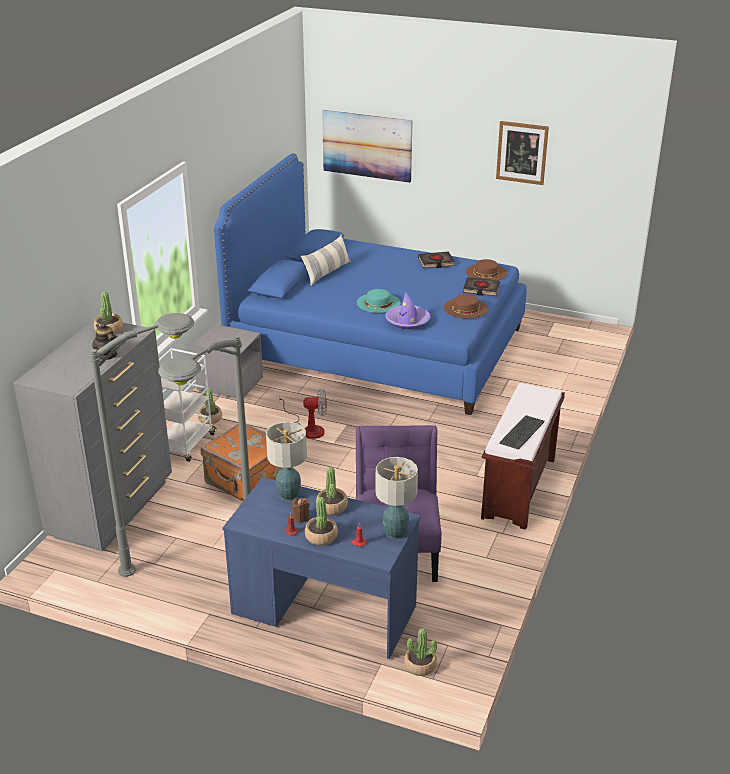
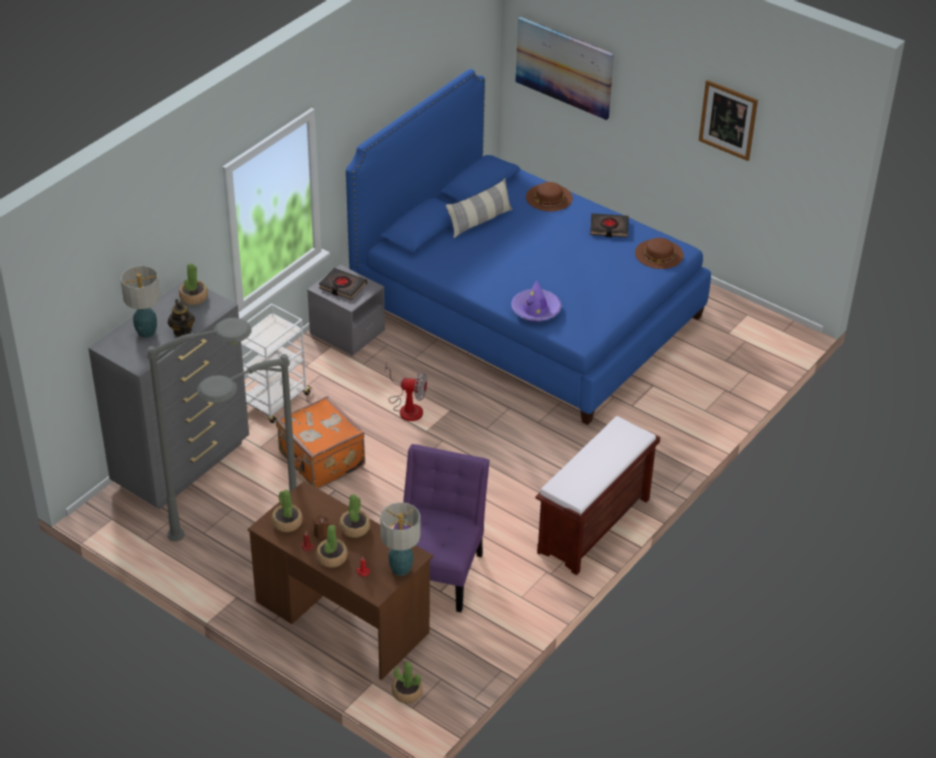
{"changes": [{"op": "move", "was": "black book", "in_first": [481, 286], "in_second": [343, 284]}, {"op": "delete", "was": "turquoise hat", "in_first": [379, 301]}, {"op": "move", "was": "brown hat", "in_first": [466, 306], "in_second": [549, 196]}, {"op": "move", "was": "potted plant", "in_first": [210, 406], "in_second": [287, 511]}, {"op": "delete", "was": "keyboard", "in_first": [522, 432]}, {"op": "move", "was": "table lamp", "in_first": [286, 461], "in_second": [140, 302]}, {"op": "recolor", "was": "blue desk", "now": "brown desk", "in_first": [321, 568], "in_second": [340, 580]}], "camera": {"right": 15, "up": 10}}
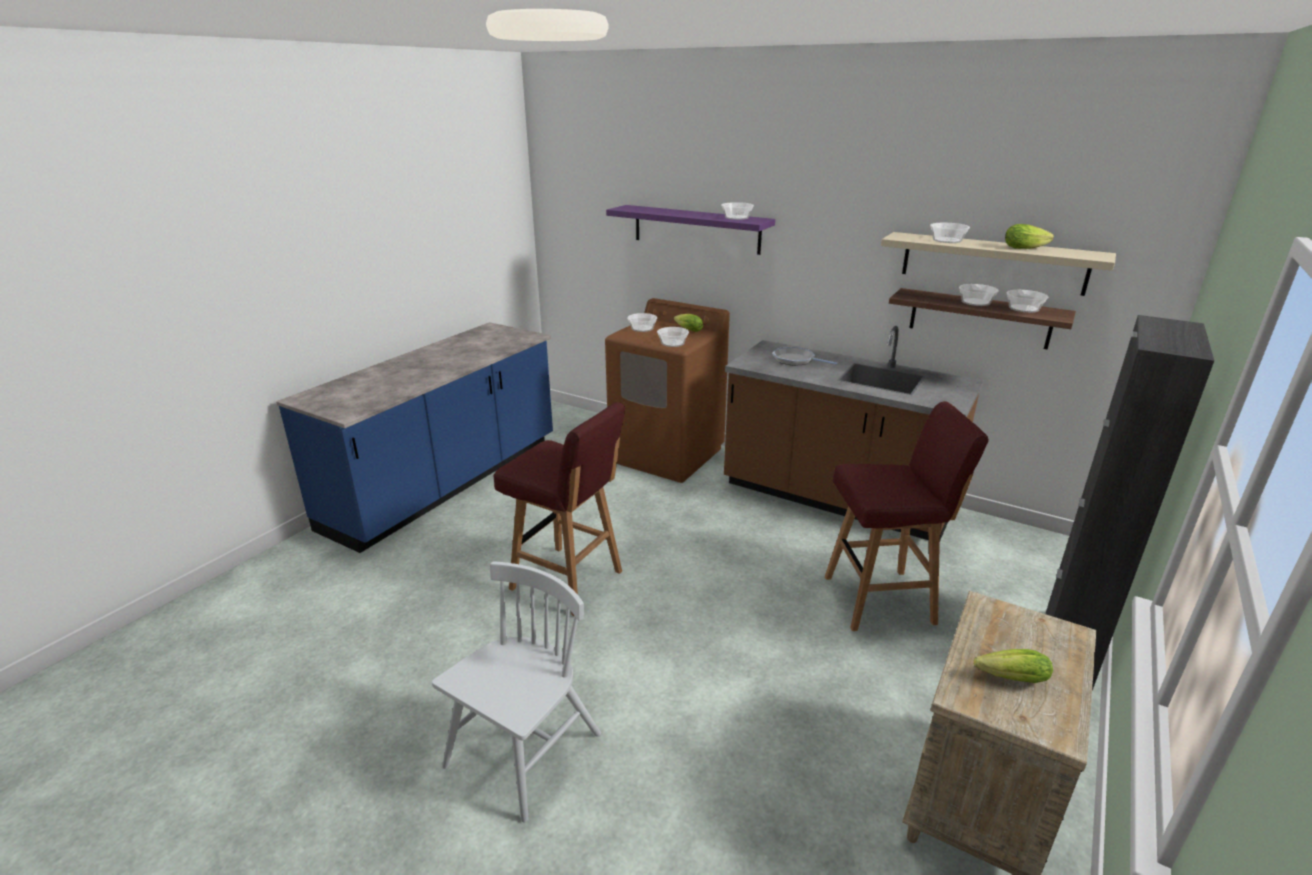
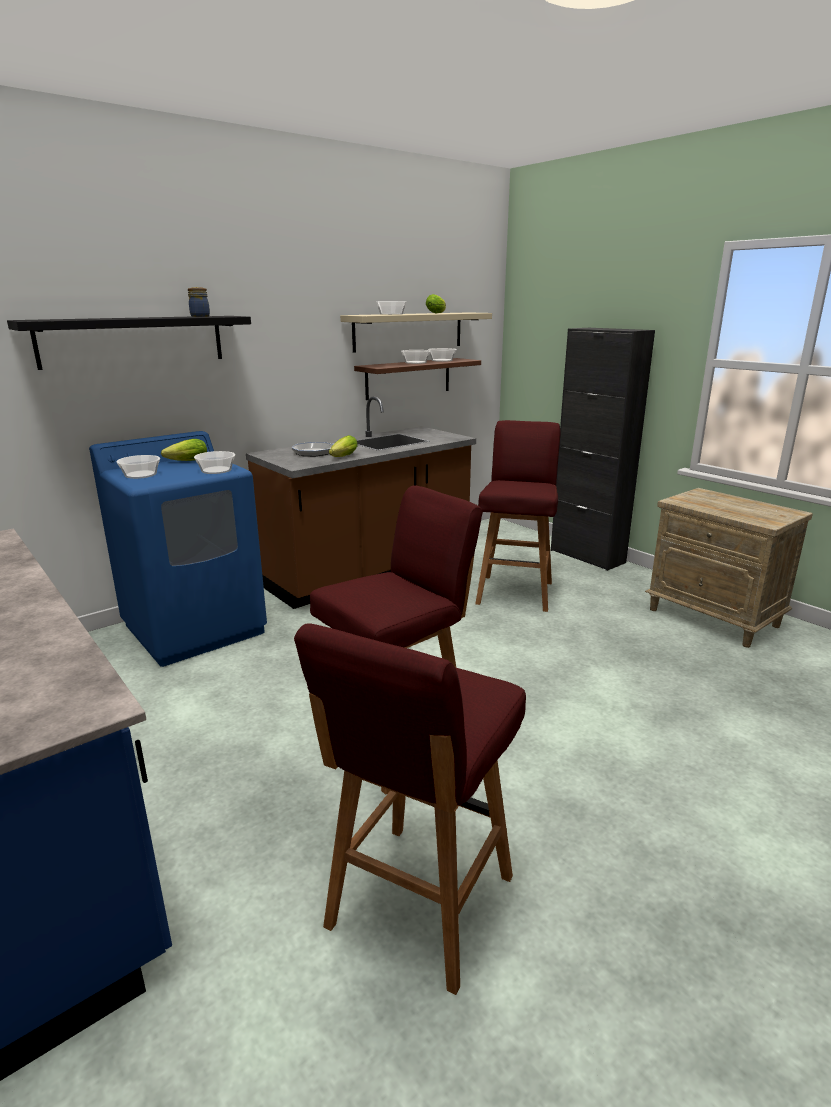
{"changes": [{"op": "replace", "was": "bowl", "now": "jar", "in_first": [737, 211], "in_second": [199, 302]}, {"op": "recolor", "was": "purple shelf", "now": "black shelf", "in_first": [690, 230], "in_second": [129, 343]}, {"op": "recolor", "was": "brown washing machine", "now": "blue washing machine", "in_first": [667, 390], "in_second": [178, 549]}, {"op": "delete", "was": "white chair", "in_first": [516, 692]}, {"op": "move", "was": "lettuce", "in_first": [1013, 666], "in_second": [343, 446]}, {"op": "insert", "now": "red stool", "in_second": [410, 809]}], "camera": {"right": -70, "up": -5}}
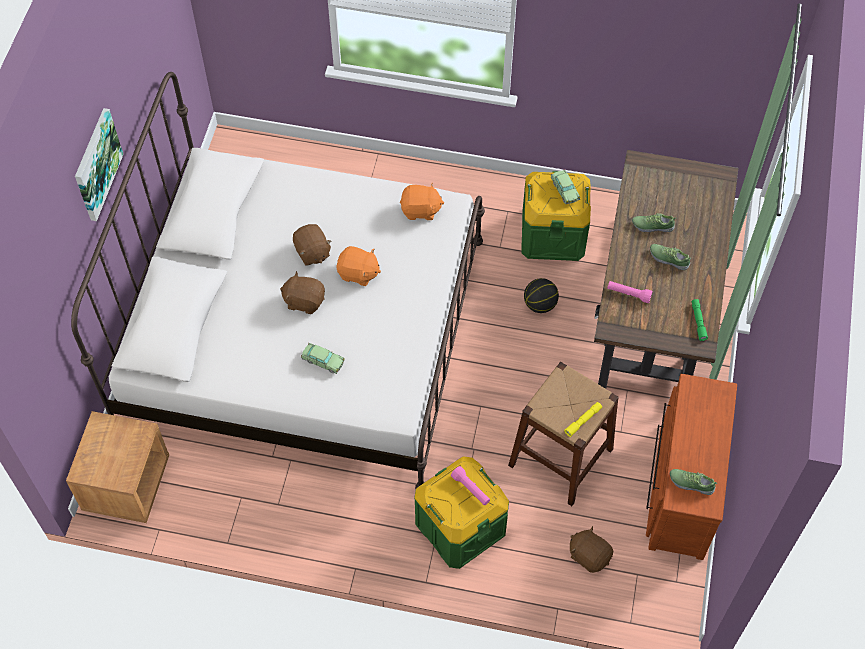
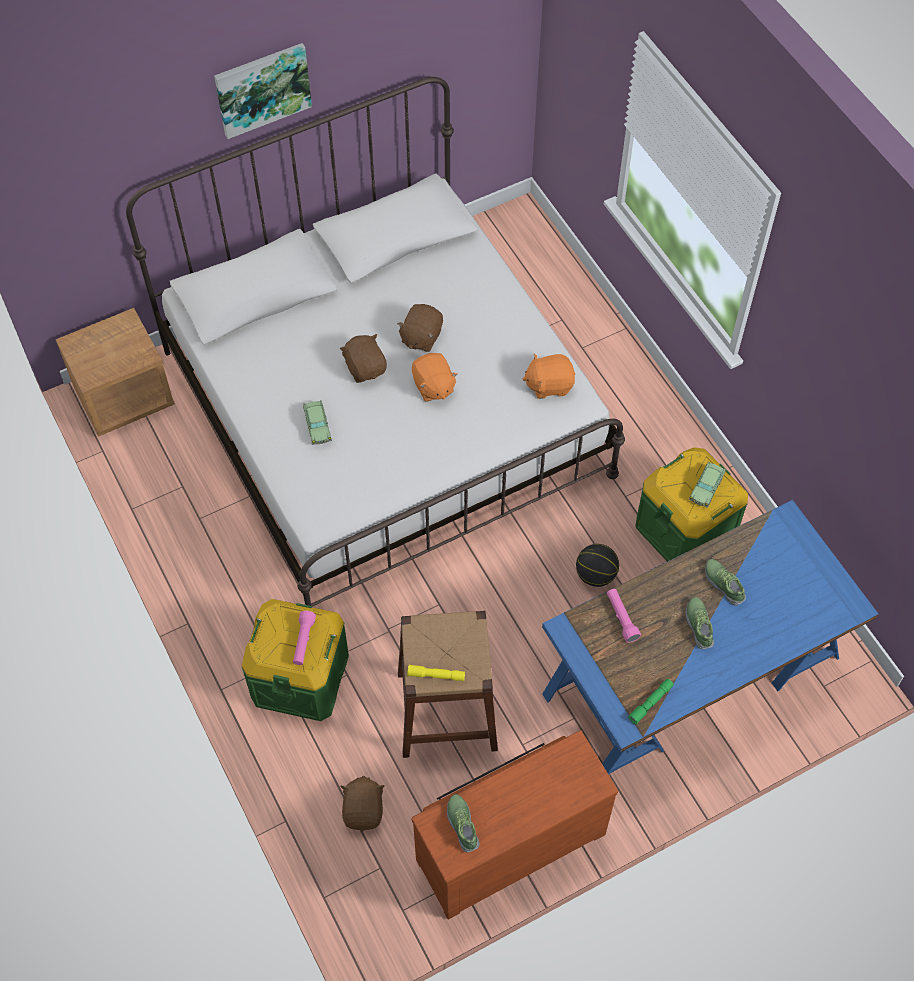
{"changes": [{"op": "recolor", "was": "brown desk", "now": "blue desk", "in_first": [666, 269], "in_second": [710, 637]}, {"op": "rotate", "was": "orange plush toy", "in_first": [422, 201], "in_second": [548, 376], "clockwise": 120}], "camera": {"right": 50, "up": 0}}
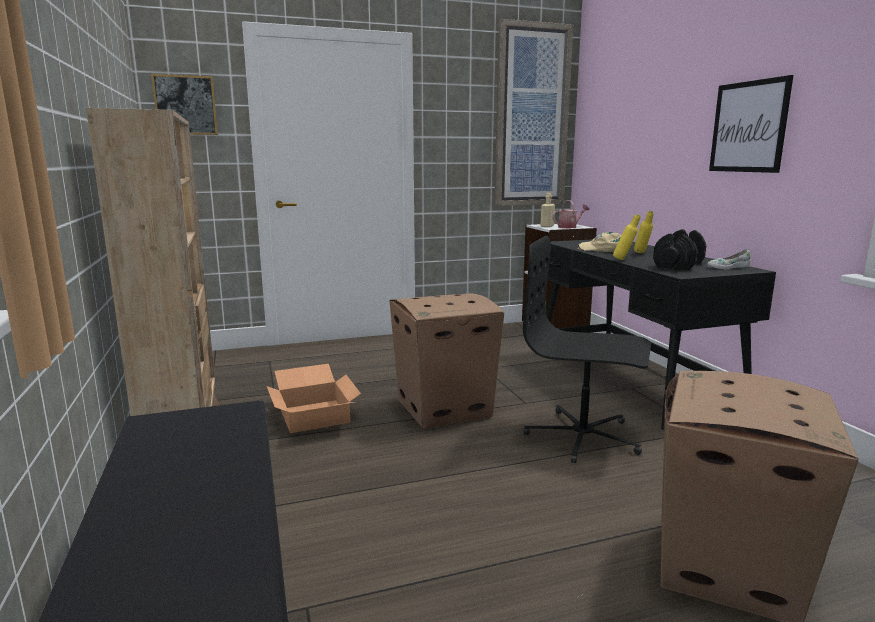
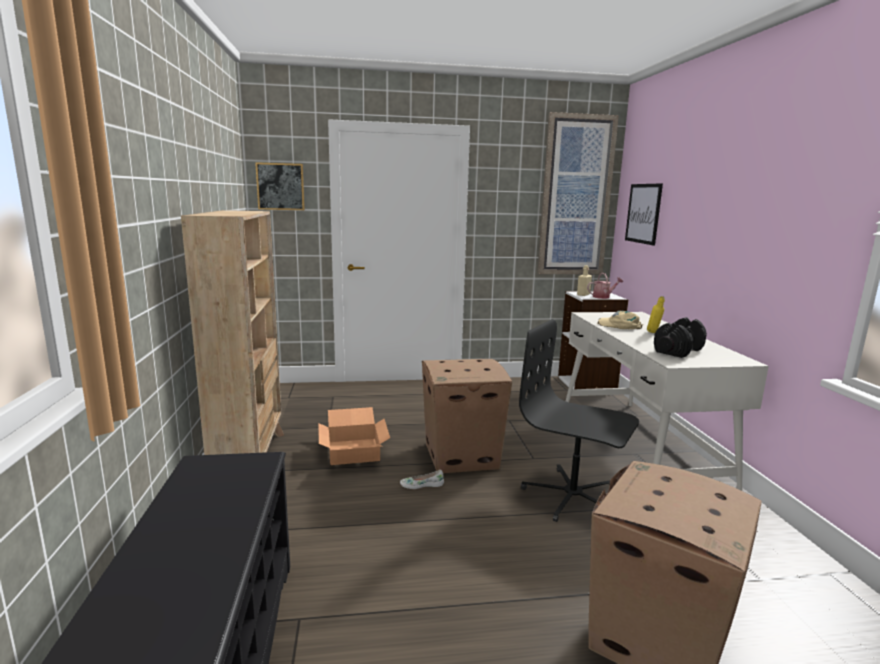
{"changes": [{"op": "move", "was": "picture", "in_first": [751, 124], "in_second": [644, 214]}, {"op": "delete", "was": "yellow bottle", "in_first": [627, 237]}, {"op": "recolor", "was": "black desk", "now": "white desk", "in_first": [661, 334], "in_second": [667, 401]}, {"op": "move", "was": "white shoe", "in_first": [729, 259], "in_second": [422, 479]}], "camera": {"right": 10, "up": 0}}
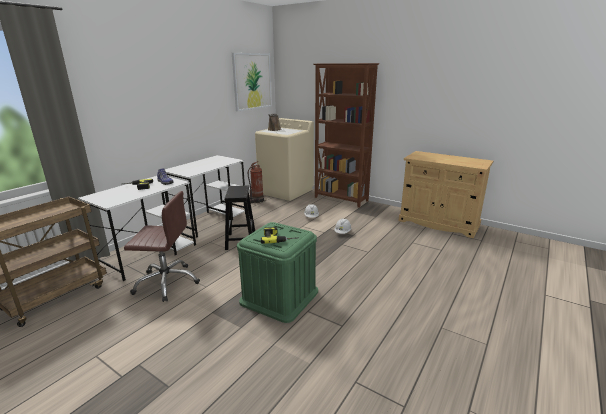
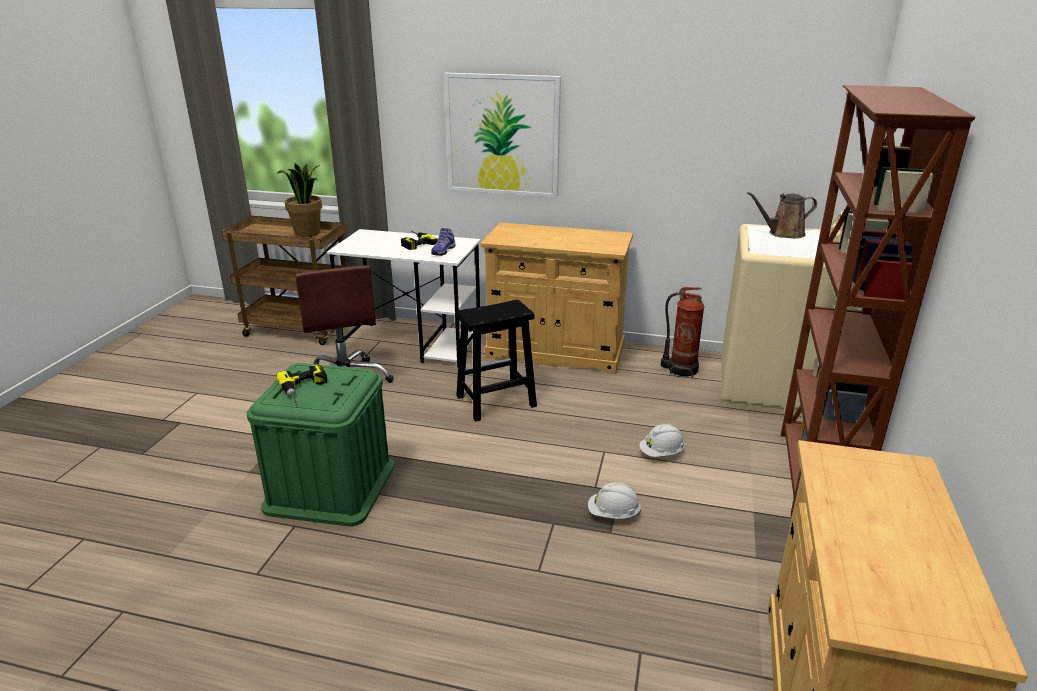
{"changes": [{"op": "move", "was": "picture", "in_first": [252, 82], "in_second": [502, 135]}, {"op": "replace", "was": "white desk", "now": "beige cabinet", "in_first": [205, 196], "in_second": [557, 298]}, {"op": "insert", "now": "potted plant", "in_second": [299, 200]}], "camera": {"right": 70, "up": 5}}
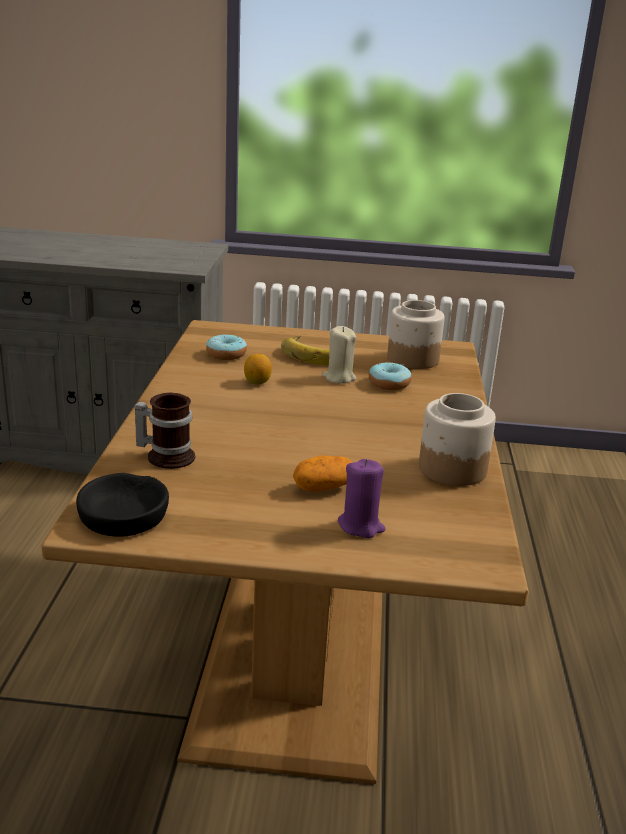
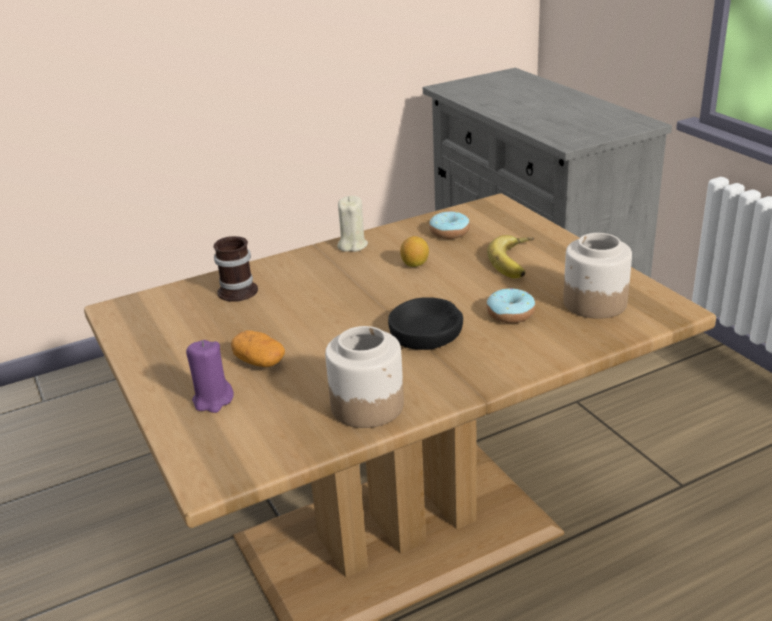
{"changes": [{"op": "move", "was": "beige candle", "in_first": [339, 354], "in_second": [352, 224]}, {"op": "move", "was": "black bowl", "in_first": [122, 505], "in_second": [425, 323]}], "camera": {"right": 60, "up": 5}}
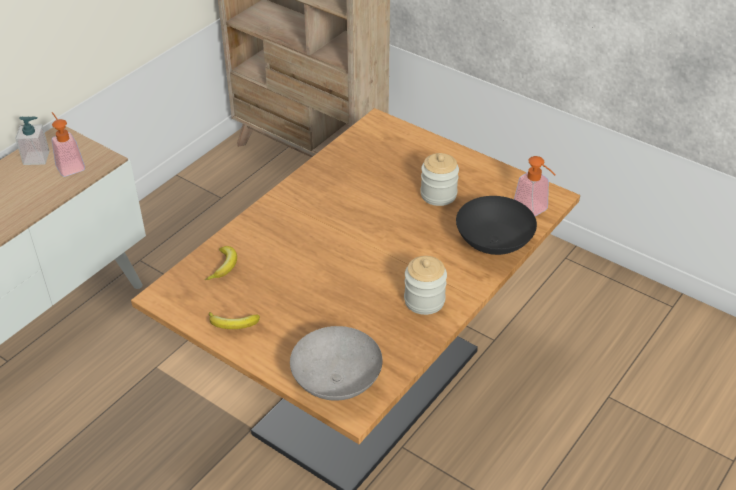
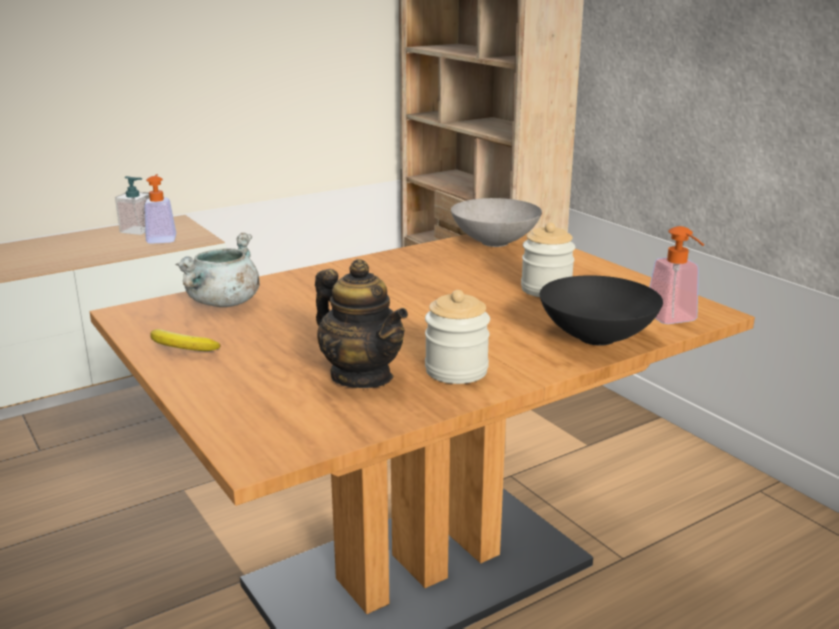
{"changes": [{"op": "replace", "was": "banana", "now": "grey cooking pot", "in_first": [221, 263], "in_second": [217, 270]}, {"op": "move", "was": "grey bowl", "in_first": [336, 363], "in_second": [496, 222]}, {"op": "insert", "now": "teapot", "in_second": [361, 323]}], "camera": {"right": 20, "up": -20}}
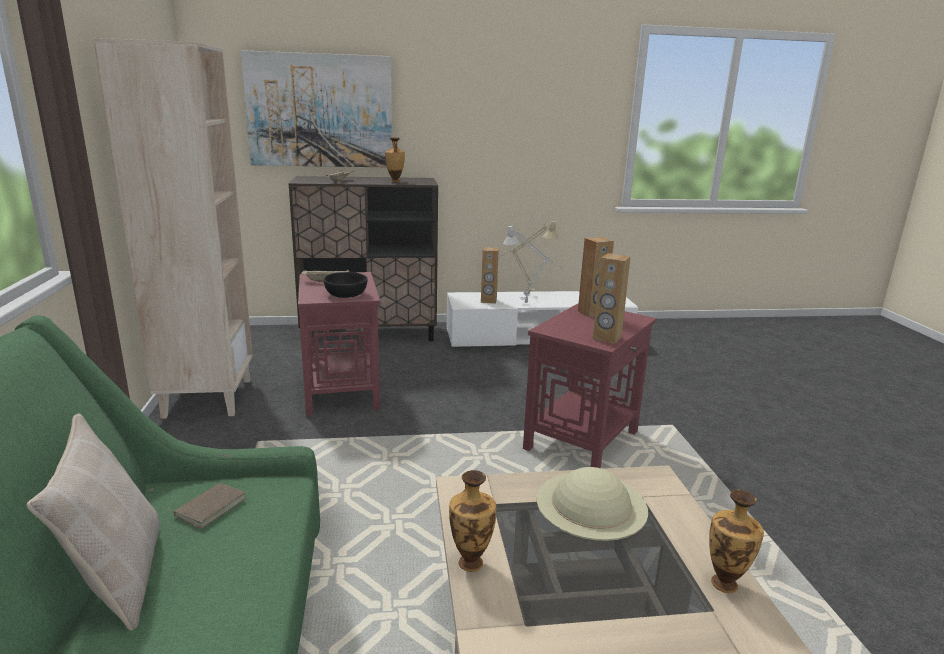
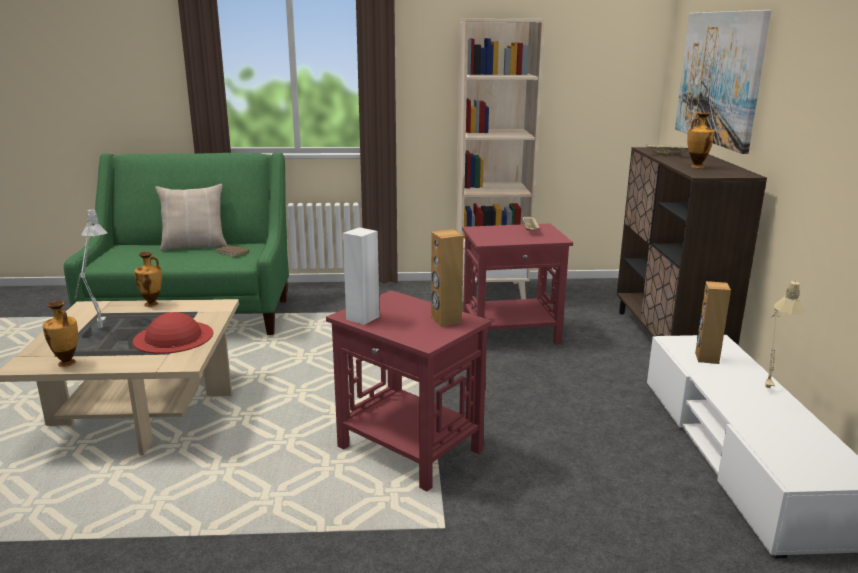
{"changes": [{"op": "move", "was": "grey table lamp", "in_first": [532, 264], "in_second": [91, 269]}, {"op": "recolor", "was": "brown speaker", "now": "white speaker", "in_first": [611, 298], "in_second": [361, 276]}, {"op": "delete", "was": "black bowl", "in_first": [346, 285]}, {"op": "recolor", "was": "beige hat", "now": "red hat", "in_first": [592, 504], "in_second": [173, 333]}], "camera": {"right": 95, "up": 0}}
